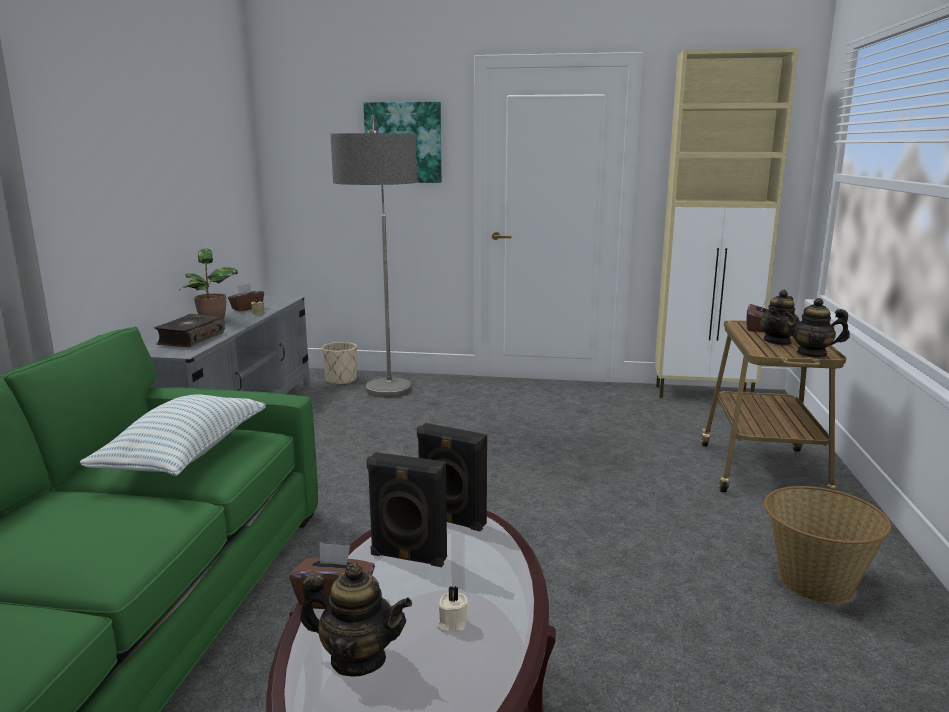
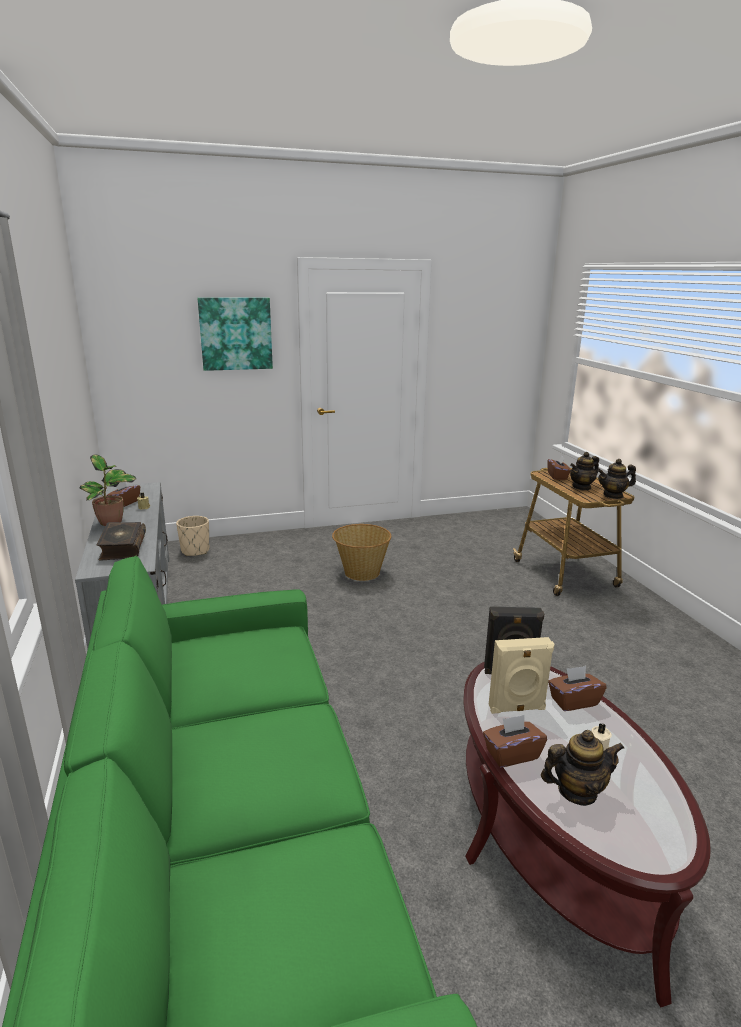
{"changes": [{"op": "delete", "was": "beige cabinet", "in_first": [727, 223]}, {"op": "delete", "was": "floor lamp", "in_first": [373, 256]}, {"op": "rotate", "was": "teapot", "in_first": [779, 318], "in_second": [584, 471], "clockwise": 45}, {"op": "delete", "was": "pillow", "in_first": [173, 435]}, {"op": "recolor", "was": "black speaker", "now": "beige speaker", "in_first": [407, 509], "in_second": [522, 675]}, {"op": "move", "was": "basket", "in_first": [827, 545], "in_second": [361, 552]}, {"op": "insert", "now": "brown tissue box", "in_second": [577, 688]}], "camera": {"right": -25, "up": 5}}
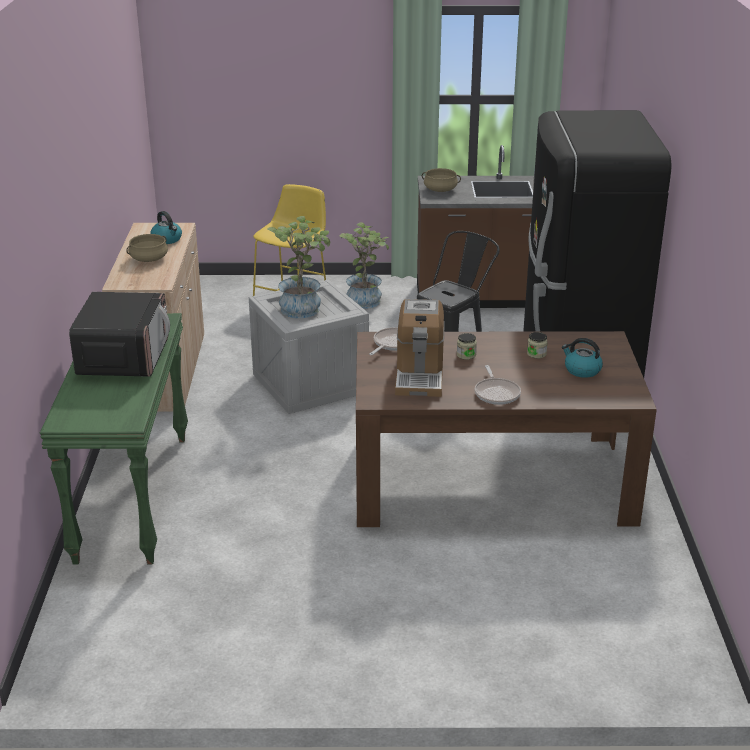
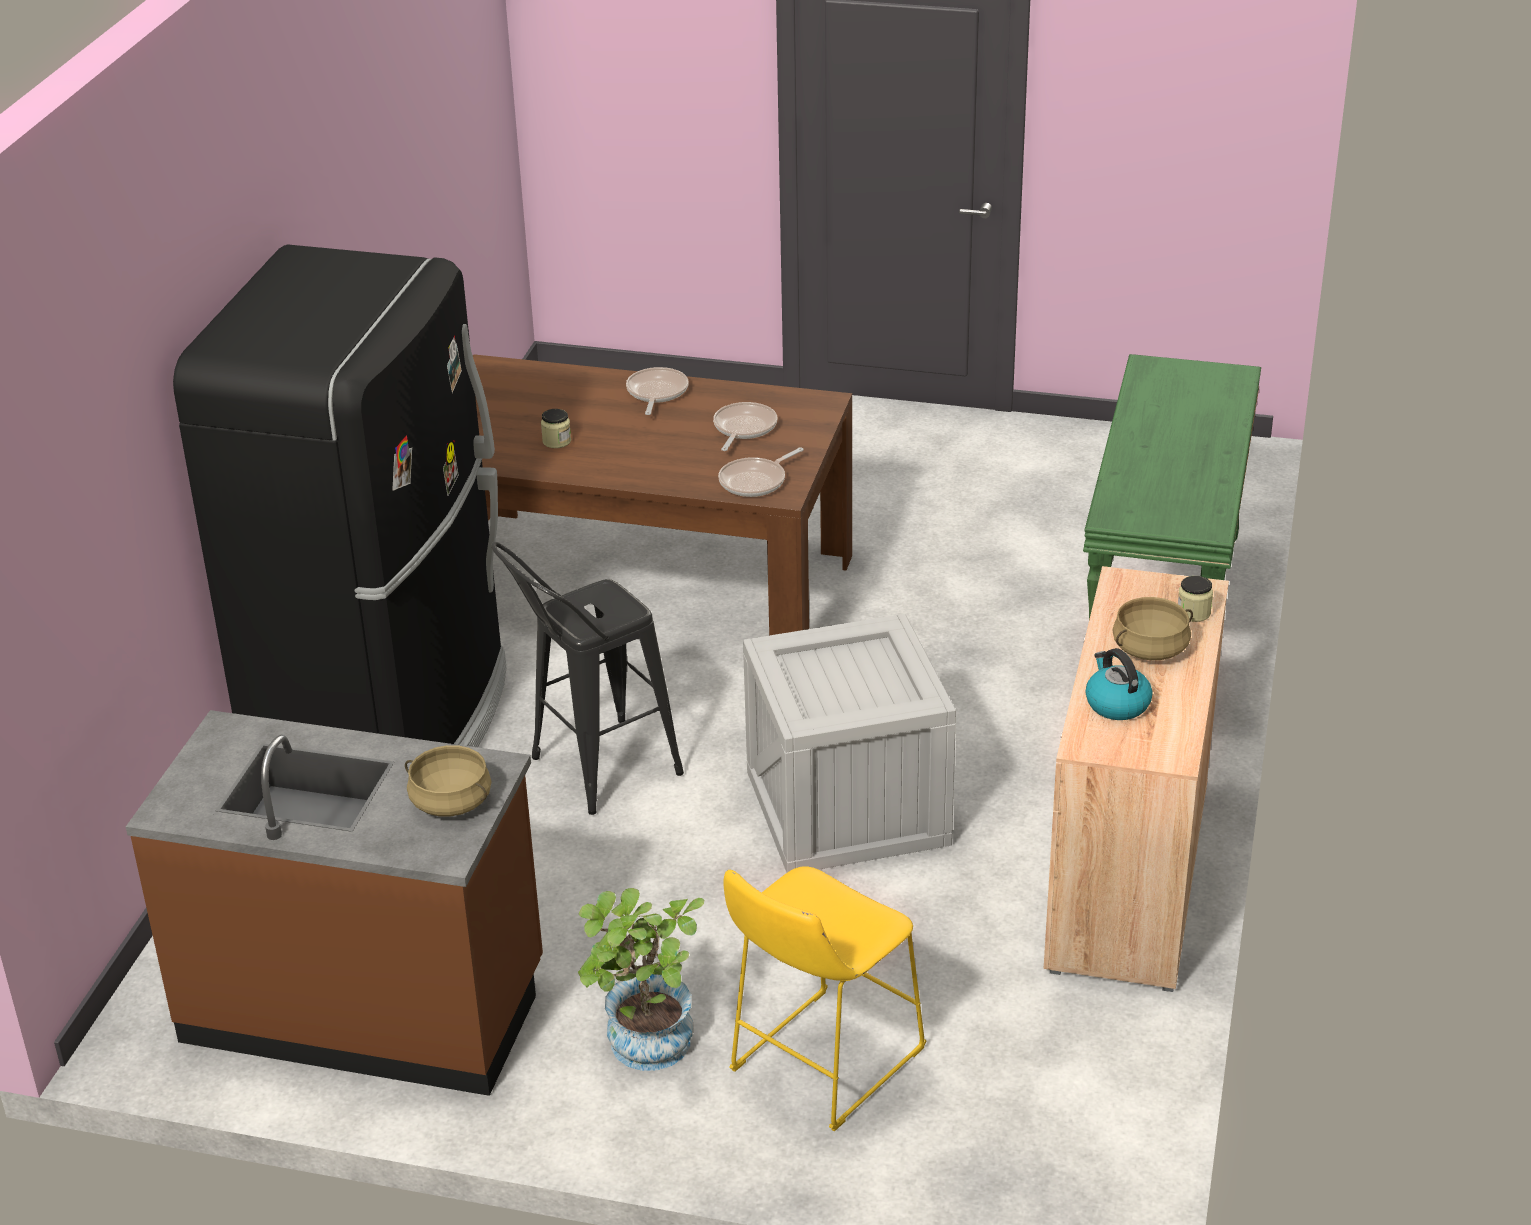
{"changes": [{"op": "delete", "was": "potted plant", "in_first": [298, 267]}, {"op": "delete", "was": "microwave", "in_first": [119, 334]}, {"op": "replace", "was": "coffee machine", "now": "frying pan", "in_first": [420, 348], "in_second": [745, 426]}, {"op": "move", "was": "jar", "in_first": [467, 346], "in_second": [1195, 599]}, {"op": "delete", "was": "kettle", "in_first": [582, 358]}], "camera": {"right": -165, "up": 5}}
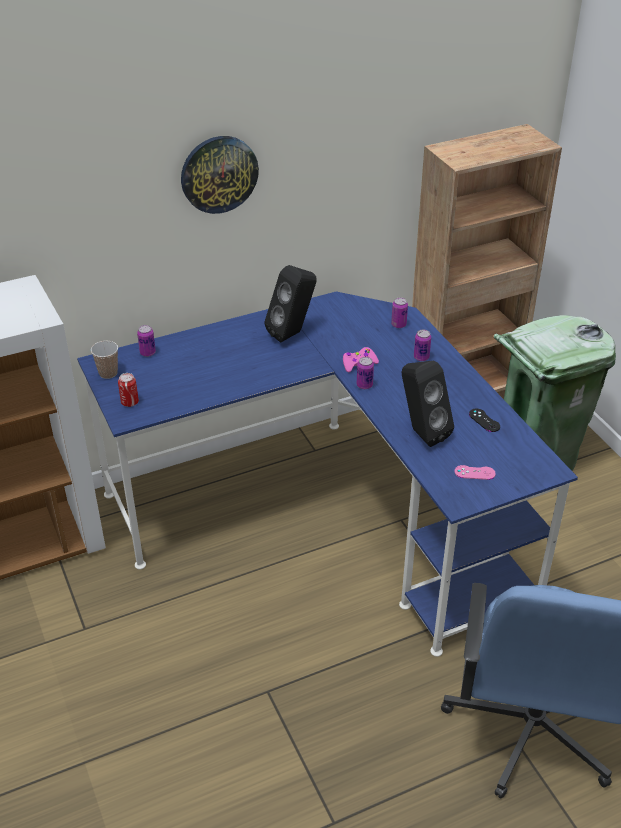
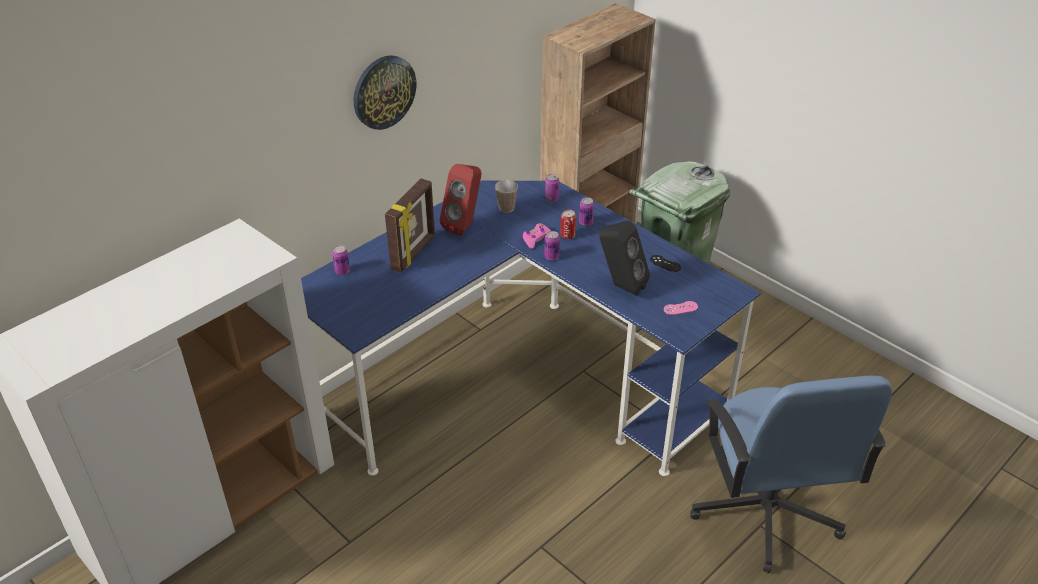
{"changes": [{"op": "recolor", "was": "black speaker", "now": "red speaker", "in_first": [290, 304], "in_second": [461, 200]}, {"op": "move", "was": "cup", "in_first": [104, 360], "in_second": [506, 196]}, {"op": "move", "was": "can", "in_first": [128, 390], "in_second": [568, 224]}, {"op": "insert", "now": "picture frame", "in_second": [410, 225]}], "camera": {"right": -20, "up": 0}}
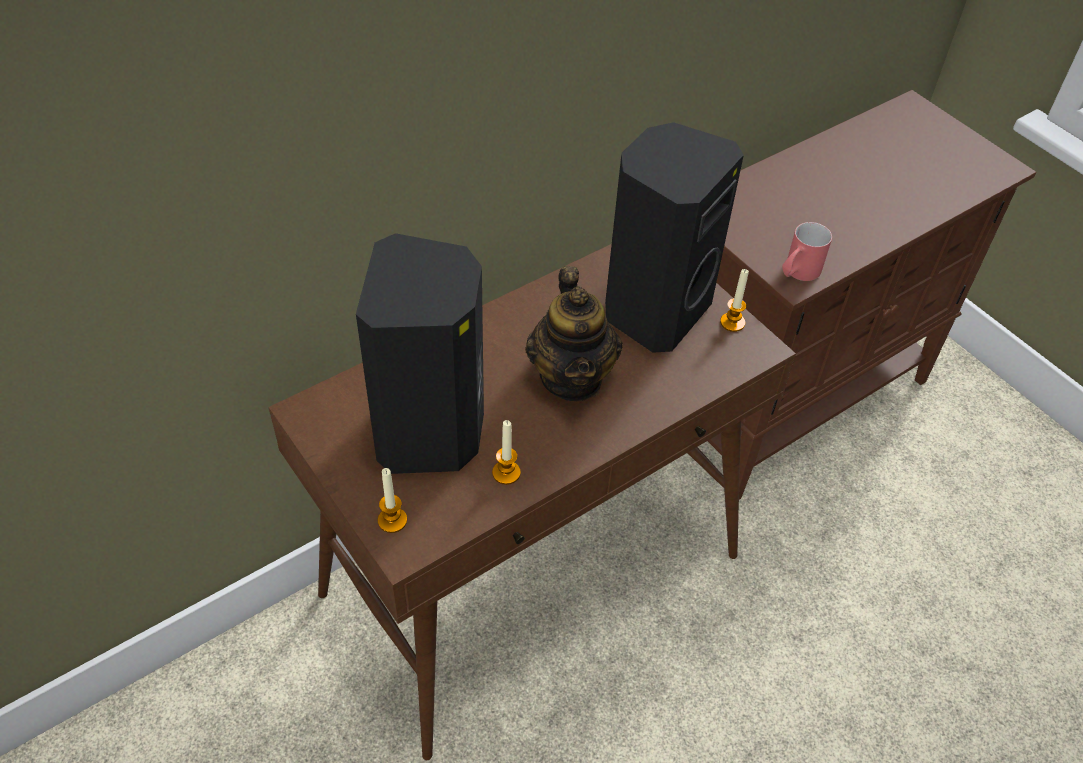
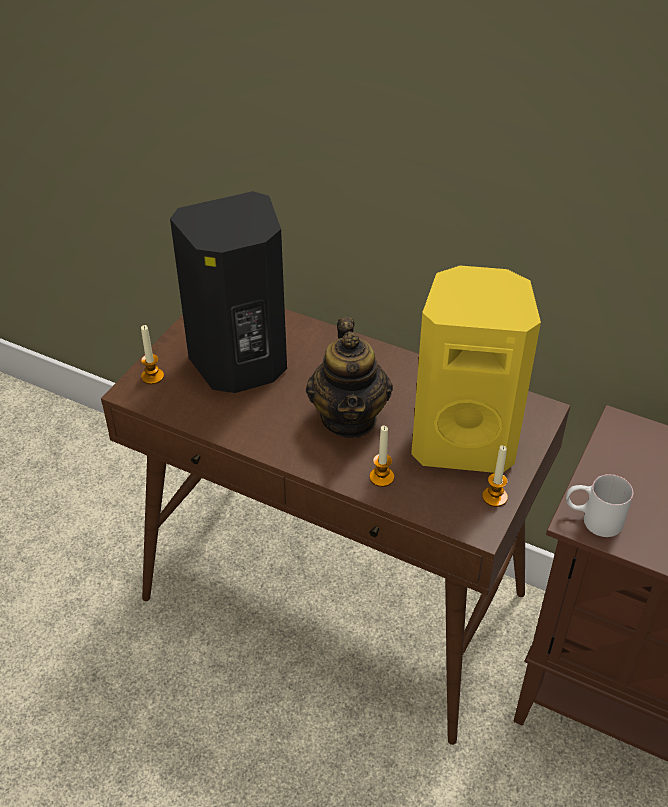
{"changes": [{"op": "recolor", "was": "black speaker", "now": "yellow speaker", "in_first": [674, 237], "in_second": [476, 369]}, {"op": "recolor", "was": "red mug", "now": "white mug", "in_first": [807, 251], "in_second": [600, 505]}, {"op": "rotate", "was": "teapot", "in_first": [573, 333], "in_second": [349, 377], "clockwise": -60}, {"op": "move", "was": "candle", "in_first": [506, 452], "in_second": [381, 456]}], "camera": {"right": 65, "up": -5}}
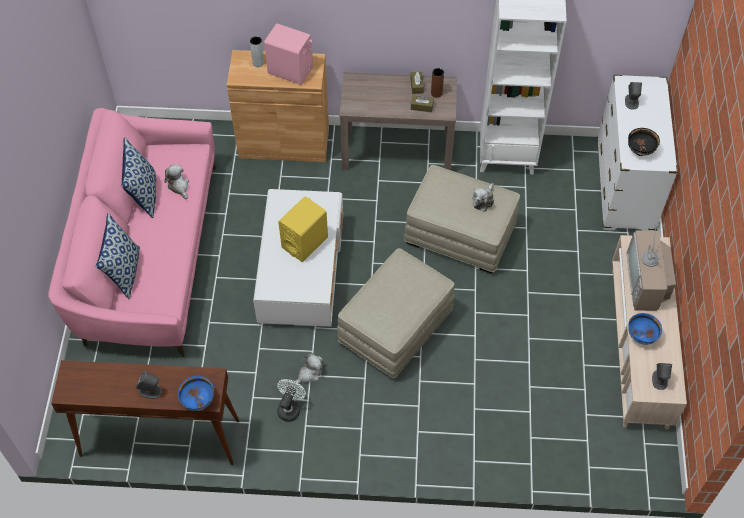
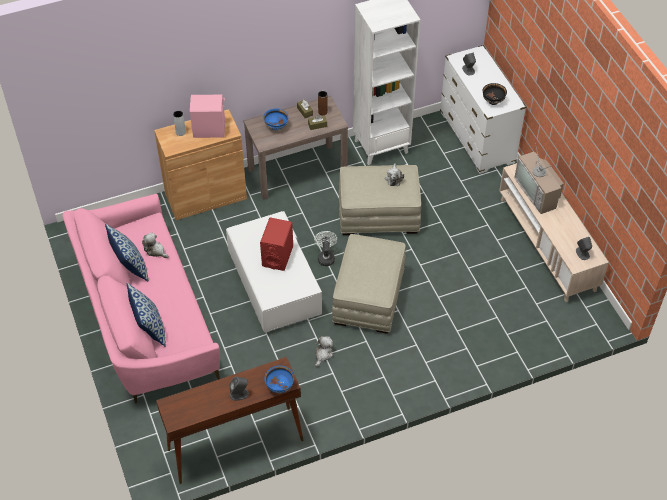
{"changes": [{"op": "recolor", "was": "yellow speaker", "now": "red speaker", "in_first": [303, 229], "in_second": [276, 244]}, {"op": "move", "was": "blue bowl", "in_first": [645, 329], "in_second": [275, 119]}, {"op": "move", "was": "white fan", "in_first": [291, 400], "in_second": [325, 248]}], "camera": {"right": -25, "up": -5}}
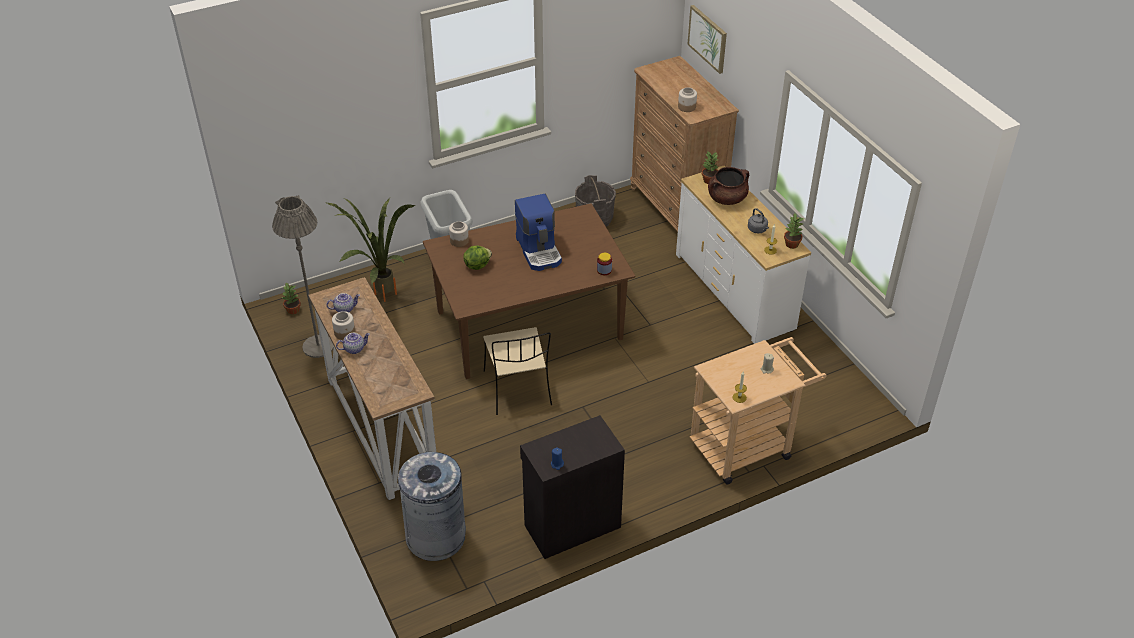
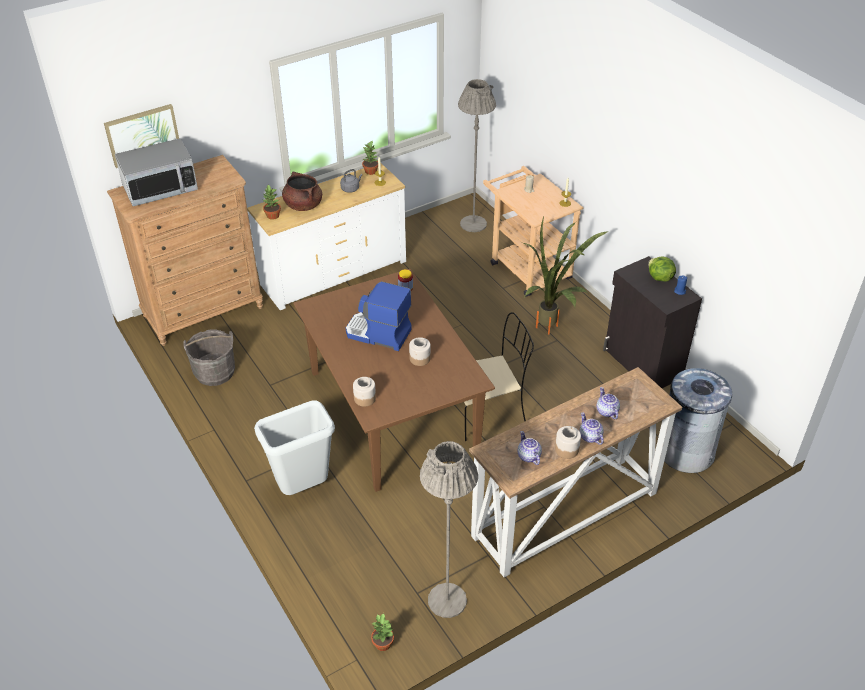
{"changes": [{"op": "move", "was": "jar", "in_first": [687, 99], "in_second": [420, 351]}, {"op": "rotate", "was": "coffee machine", "in_first": [538, 232], "in_second": [379, 316], "clockwise": -135}, {"op": "move", "was": "potted plant", "in_first": [371, 250], "in_second": [566, 275]}, {"op": "move", "was": "lettuce", "in_first": [477, 257], "in_second": [662, 269]}, {"op": "insert", "now": "grey floor lamp", "in_second": [477, 155]}, {"op": "insert", "now": "microwave", "in_second": [156, 172]}, {"op": "insert", "now": "teapot", "in_second": [608, 403]}], "camera": {"right": -95, "up": 0}}
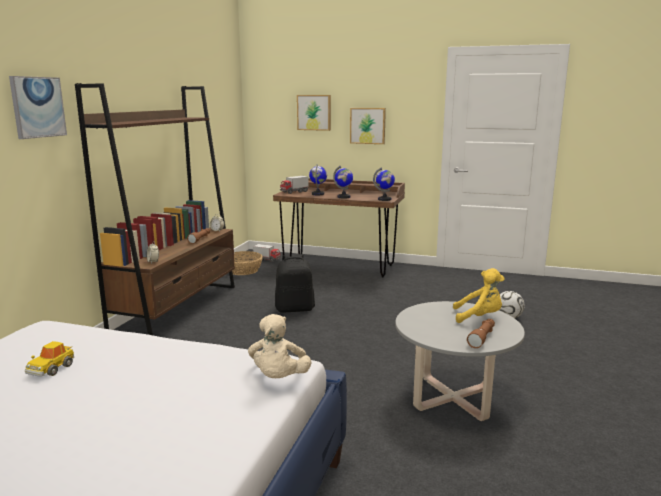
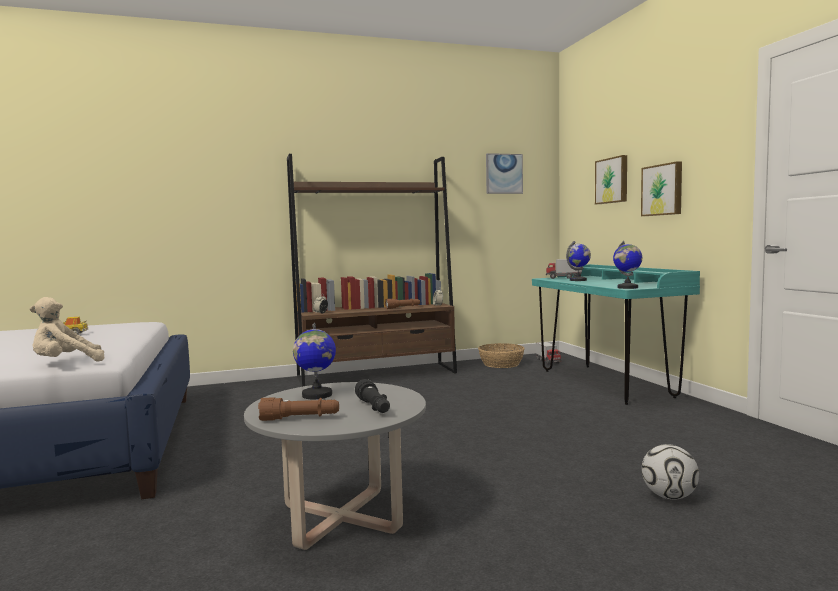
{"changes": [{"op": "move", "was": "picture", "in_first": [38, 107], "in_second": [504, 173]}, {"op": "move", "was": "globe", "in_first": [343, 182], "in_second": [314, 361]}, {"op": "recolor", "was": "brown desk", "now": "turquoise desk", "in_first": [339, 228], "in_second": [616, 334]}, {"op": "delete", "was": "black backpack", "in_first": [295, 283]}, {"op": "replace", "was": "yellow plush toy", "now": "black flashlight", "in_first": [478, 295], "in_second": [372, 396]}], "camera": {"right": 55, "up": -10}}
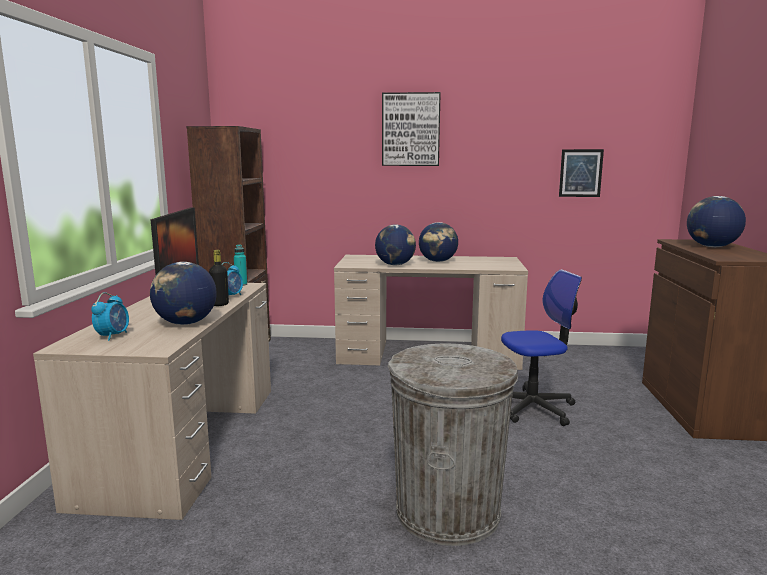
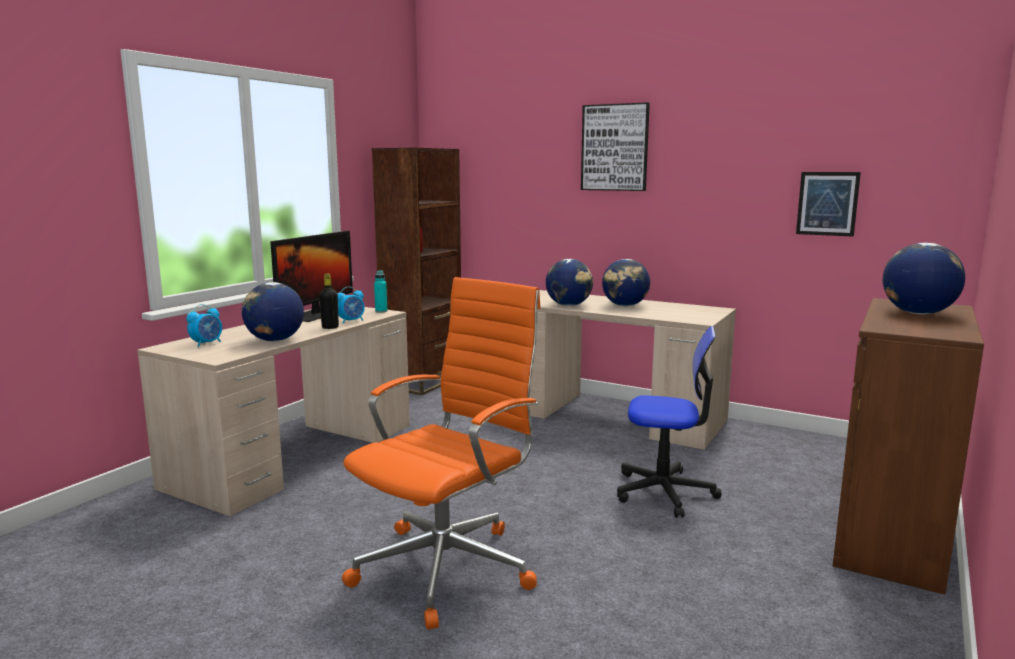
{"changes": [{"op": "replace", "was": "grey trash can", "now": "orange office chair", "in_first": [453, 445], "in_second": [441, 453]}], "camera": {"right": 25, "up": 0}}
